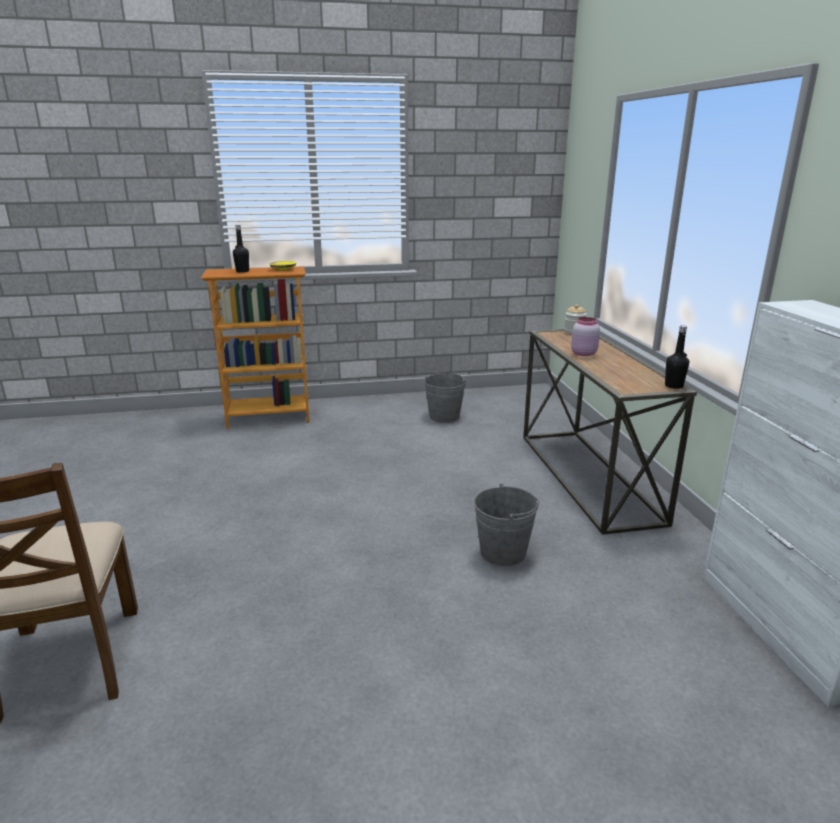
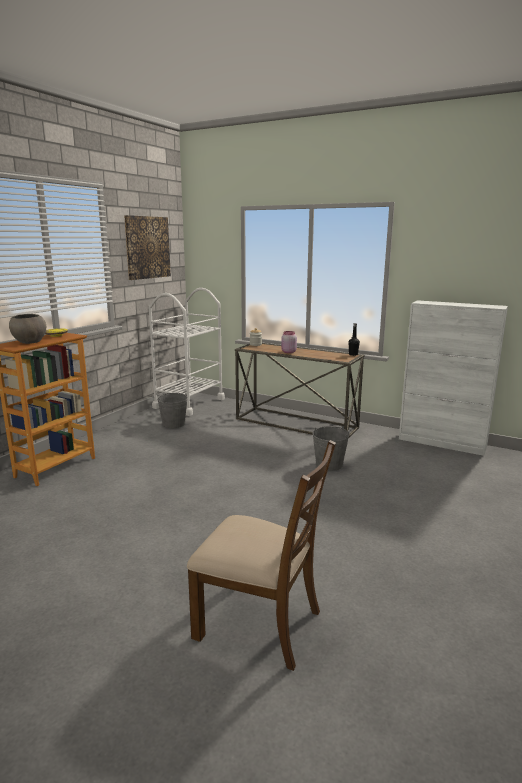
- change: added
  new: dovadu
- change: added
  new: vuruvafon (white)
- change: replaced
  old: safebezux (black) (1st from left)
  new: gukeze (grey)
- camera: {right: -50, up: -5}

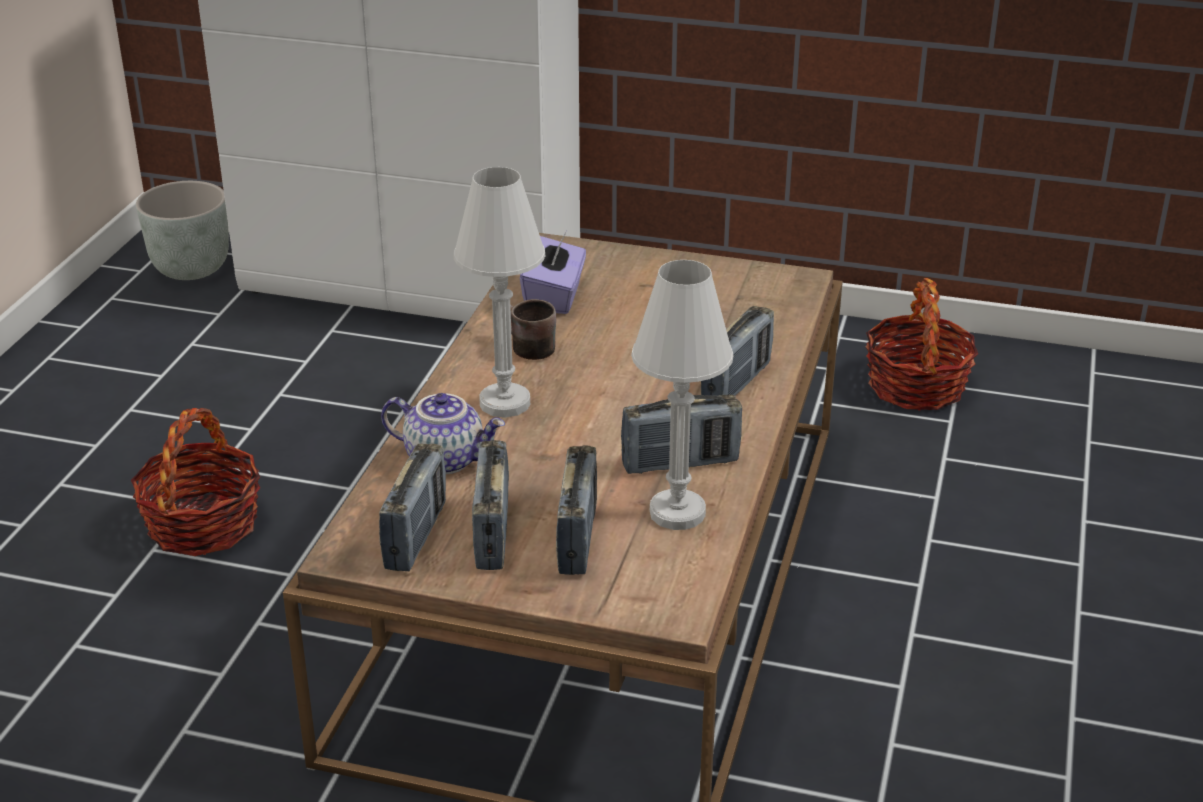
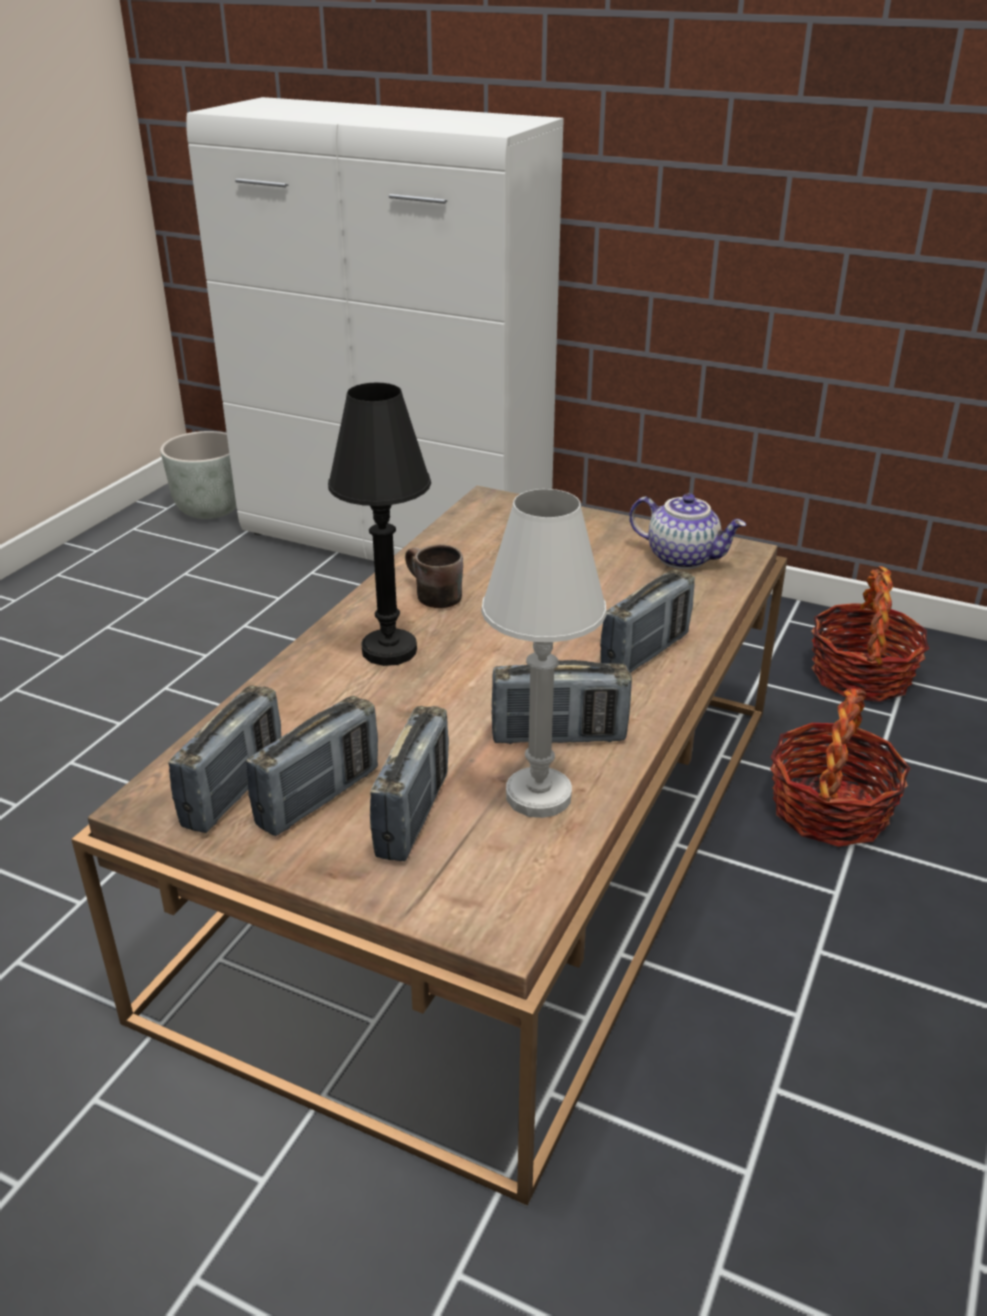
- change: removed
  old: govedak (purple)
- change: moved
  old: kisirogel (1st from left)
- change: moved
  old: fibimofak
- change: recoloured
  old: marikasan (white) (1st from left)
  new: marikasan (black)
- change: turned
  old: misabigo (2nd from left)
  degrees: -150
- camera: {right: 10, up: 0}

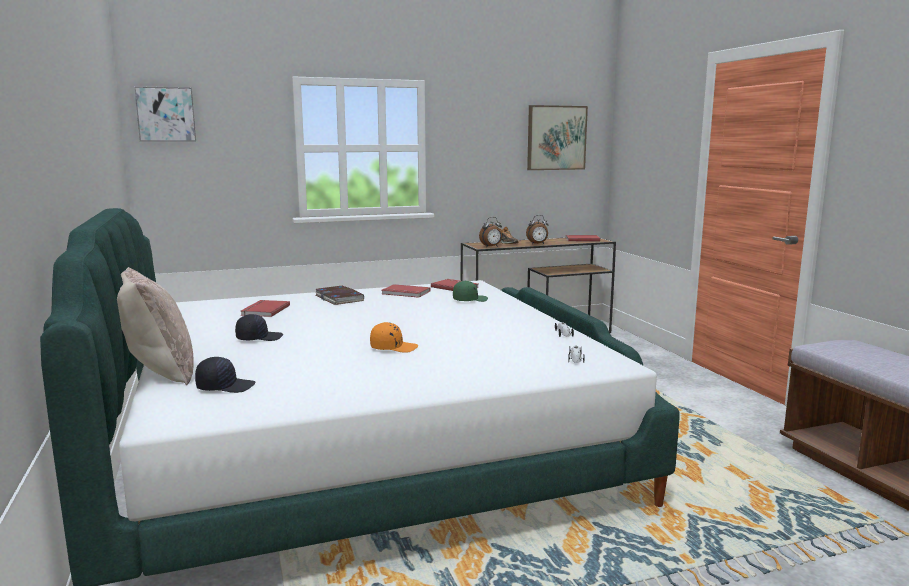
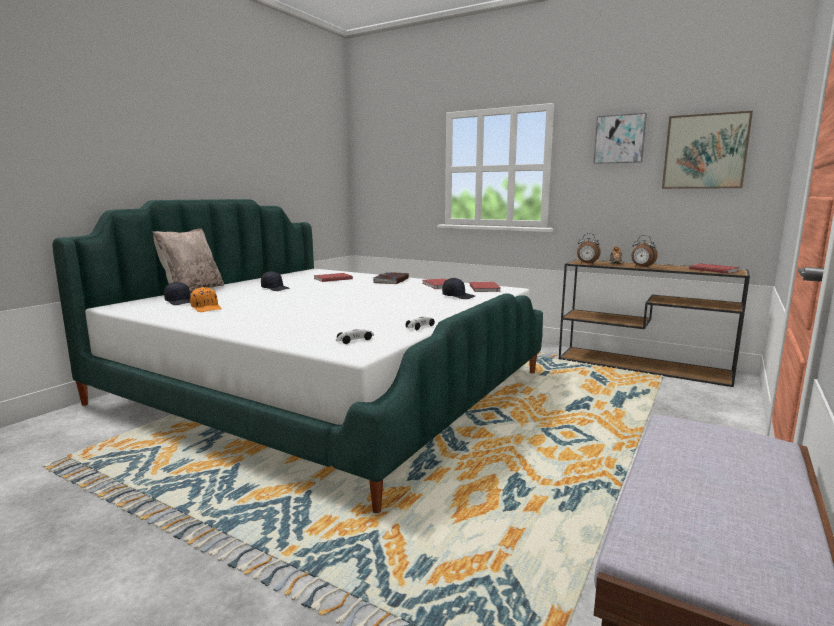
- change: moved
  old: dovadu (1st from left)
- change: moved
  old: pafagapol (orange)
- change: recoloured
  old: pafagapol (green)
  new: pafagapol (black) (3rd from left)
- camera: {right: 50, up: 0}

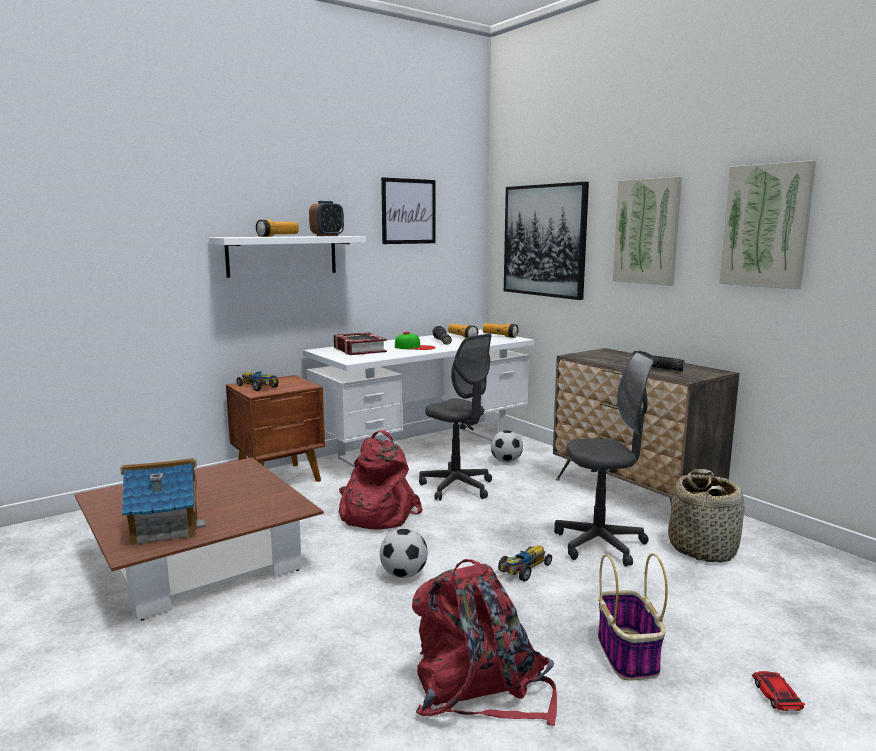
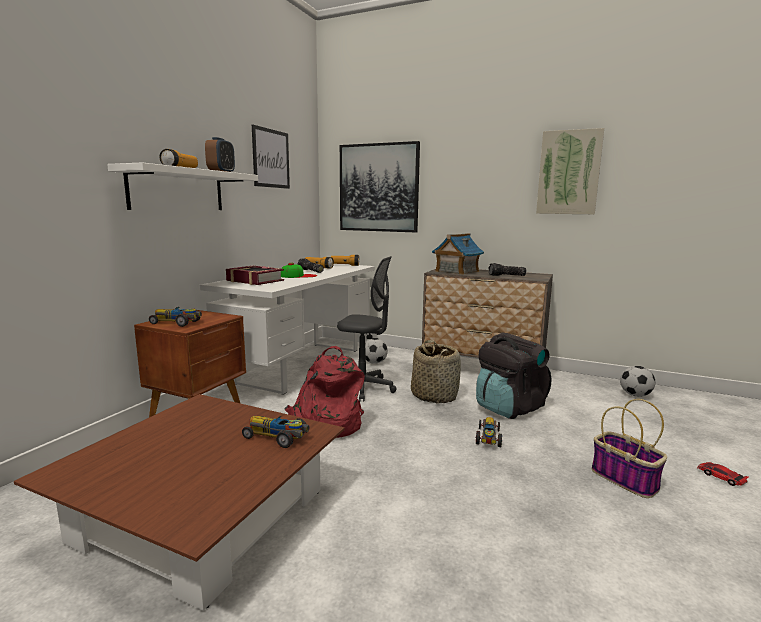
- change: removed
  old: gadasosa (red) (2nd from left)
- change: removed
  old: dovadu (3rd from left)
- change: added
  new: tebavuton (2nd from left)
- change: moved
  old: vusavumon
- change: moved
  old: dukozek (1st from left in the first image)
  new: dukozek (2nd from left)
- change: moved
  old: kisirogel (2nd from left in the first image)
  new: kisirogel (1st from left)
- change: replaced
  old: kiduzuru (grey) (2nd from left)
  new: gadasosa (black)
- camera: {right: -30, up: 0}

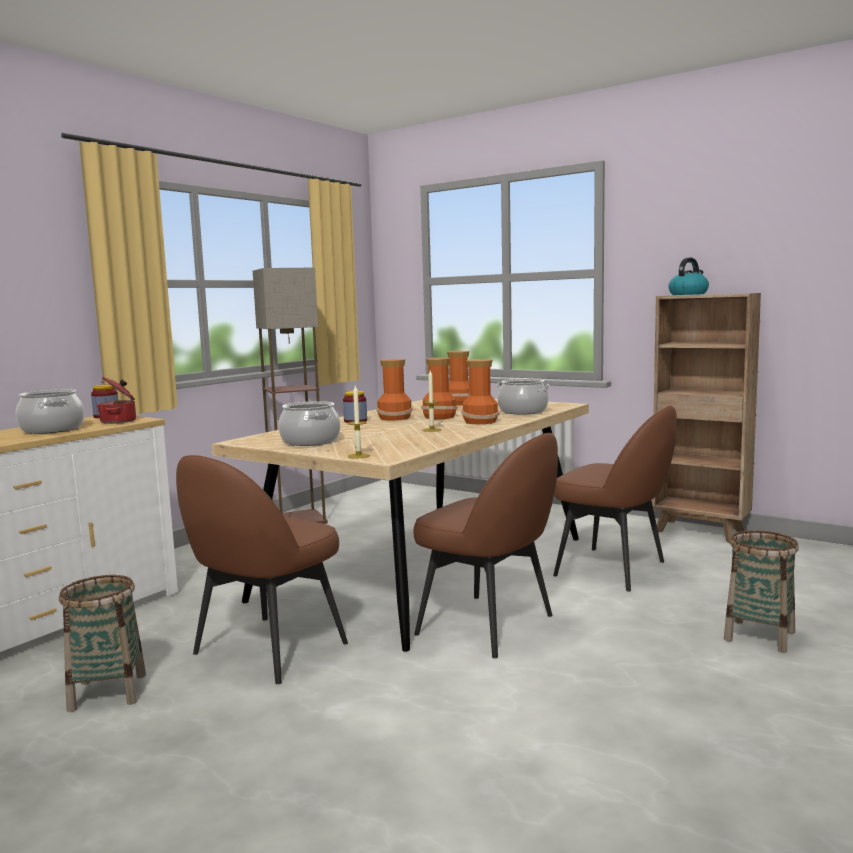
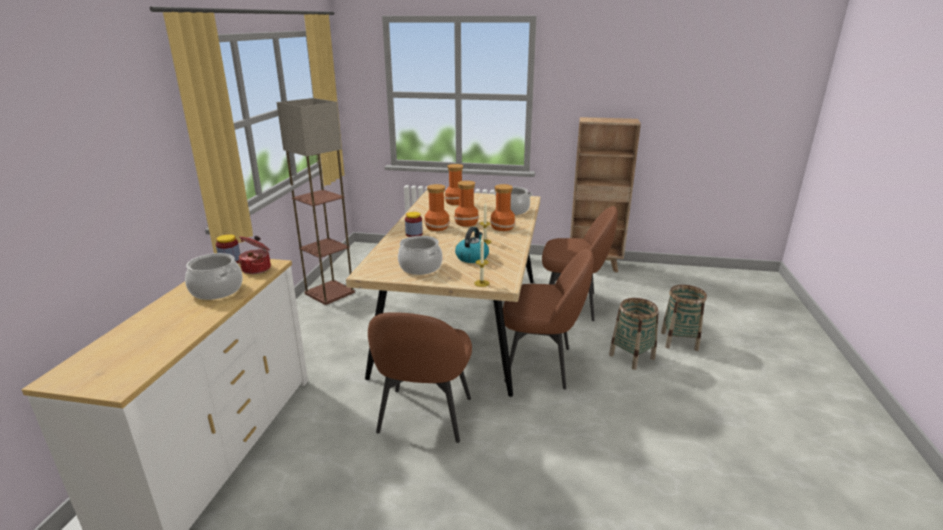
- change: moved
  old: kisirogel (1st from left)
- change: moved
  old: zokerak
- camera: {right: -25, up: 15}

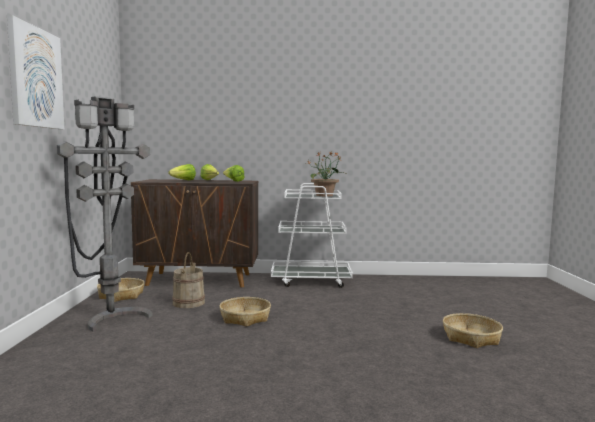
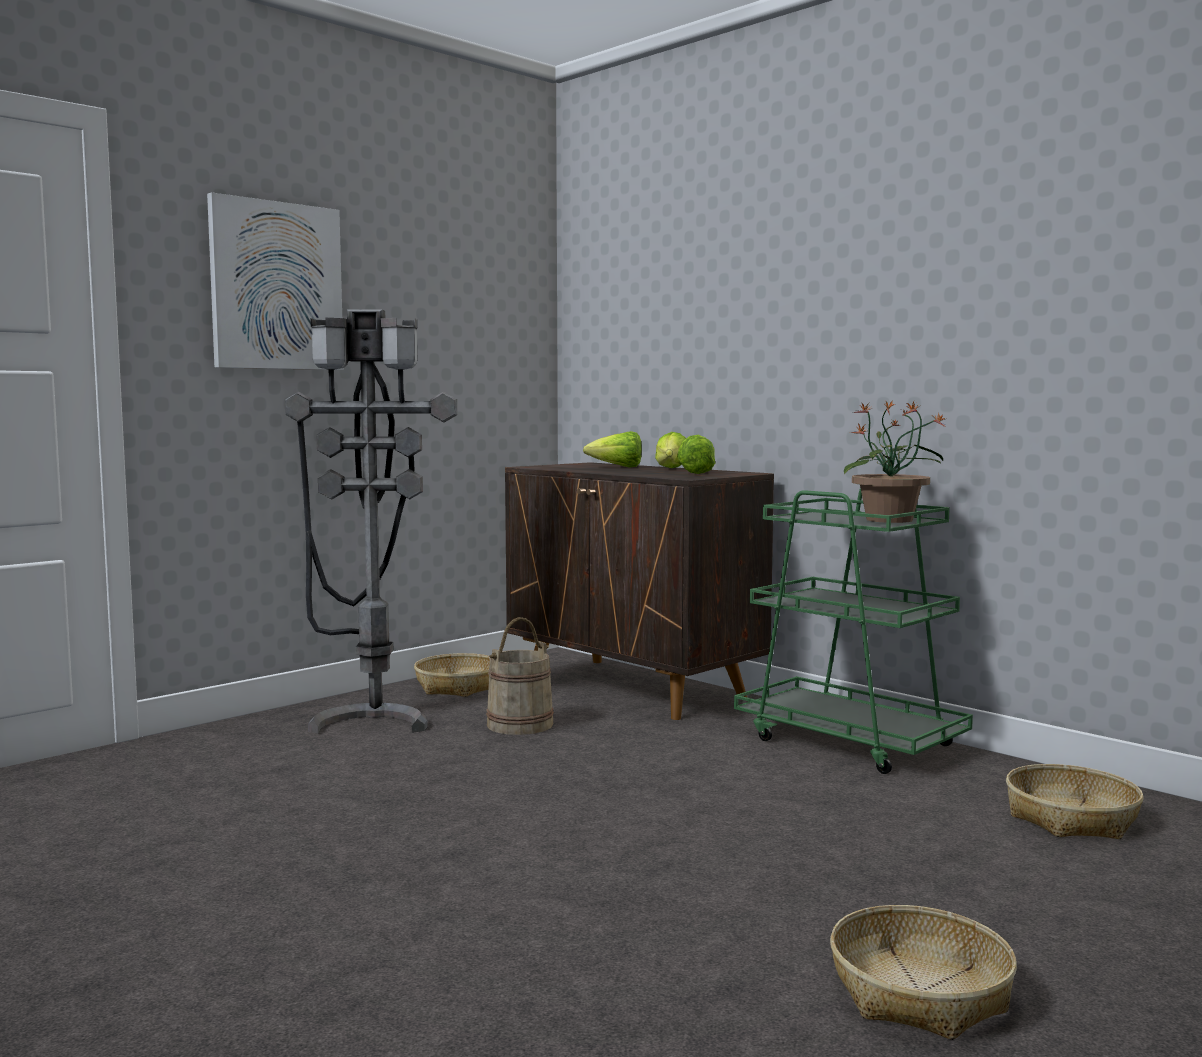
- change: moved
  old: kisirogel (2nd from left in the first image)
  new: kisirogel (3rd from left)
- change: recoloured
  old: vuruvafon (white)
  new: vuruvafon (green)
- camera: {right: 45, up: 0}

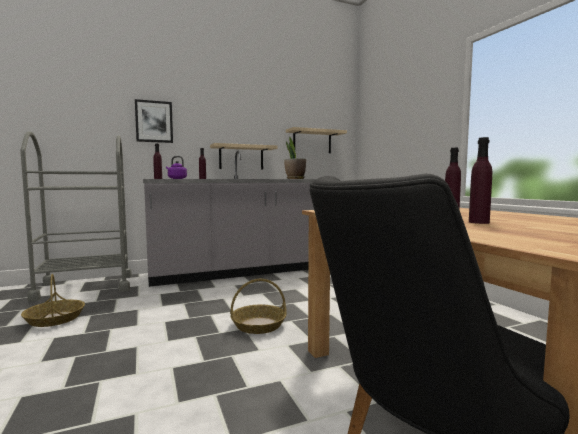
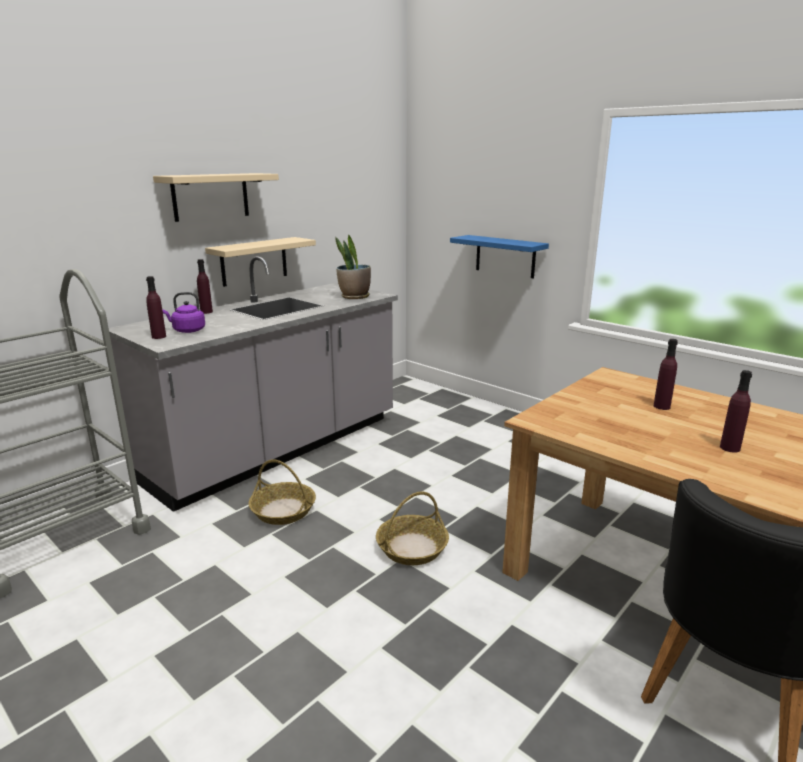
- change: removed
  old: dovadu
- change: added
  new: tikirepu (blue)
- change: moved
  old: kisirogel (1st from left)
- change: moved
  old: tikirepu (beige) (2nd from left in the first image)
  new: tikirepu (beige) (1st from left)
- camera: {right: -25, up: 15}

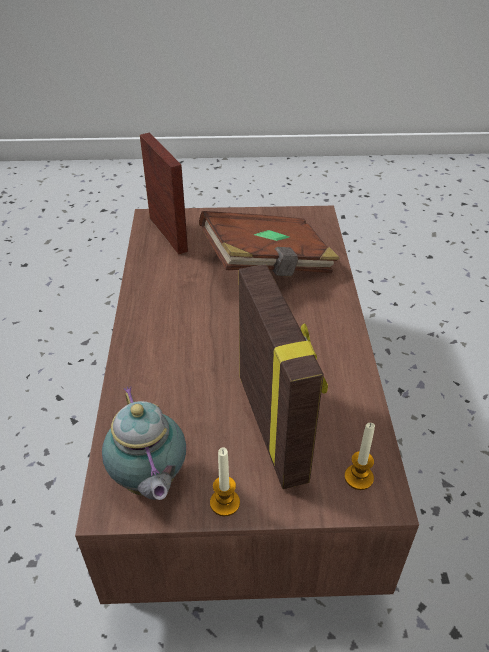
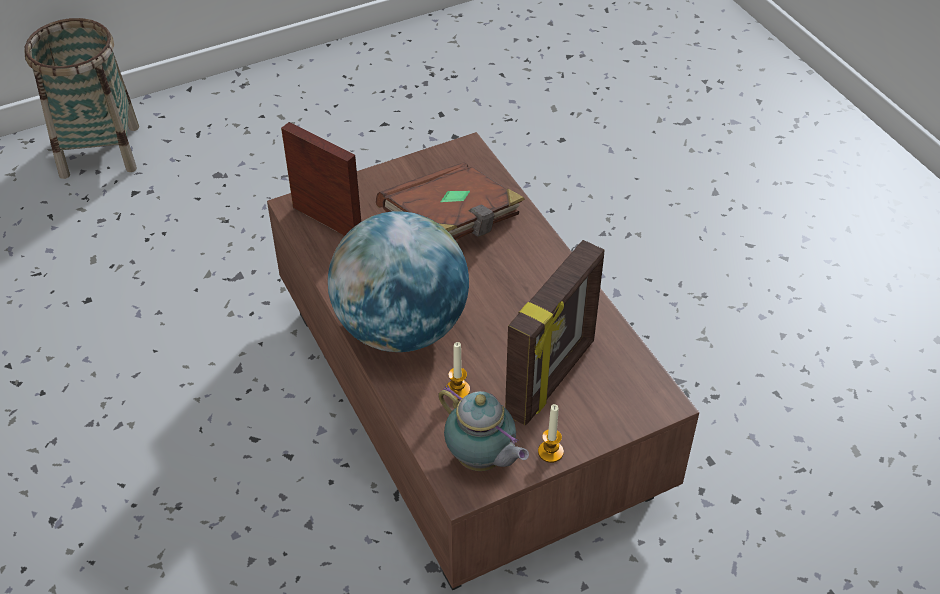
- change: added
  new: kisirogel
- change: added
  new: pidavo
- change: moved
  old: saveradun (2nd from left in the first image)
  new: saveradun (1st from left)
- change: turned
  old: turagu (2nd from left)
  degrees: 75
- camera: {right: -25, up: 5}

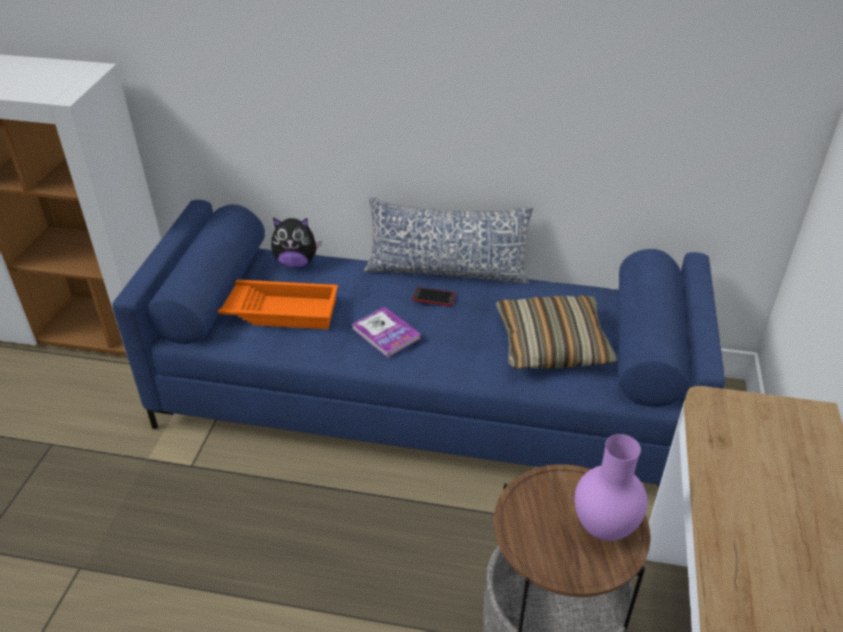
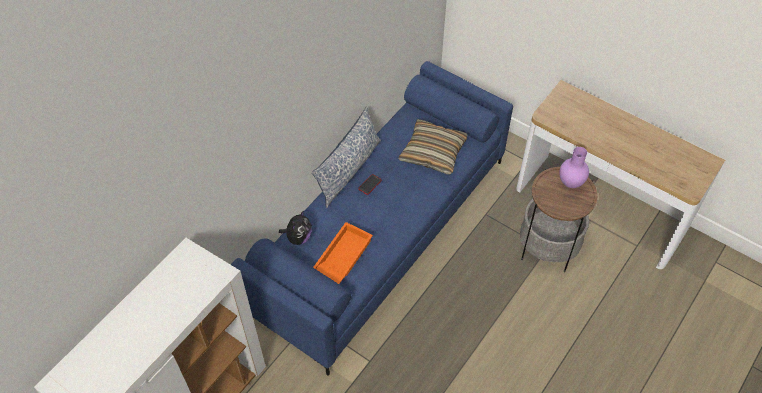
- change: removed
  old: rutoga
- camera: {right: -65, up: 15}

